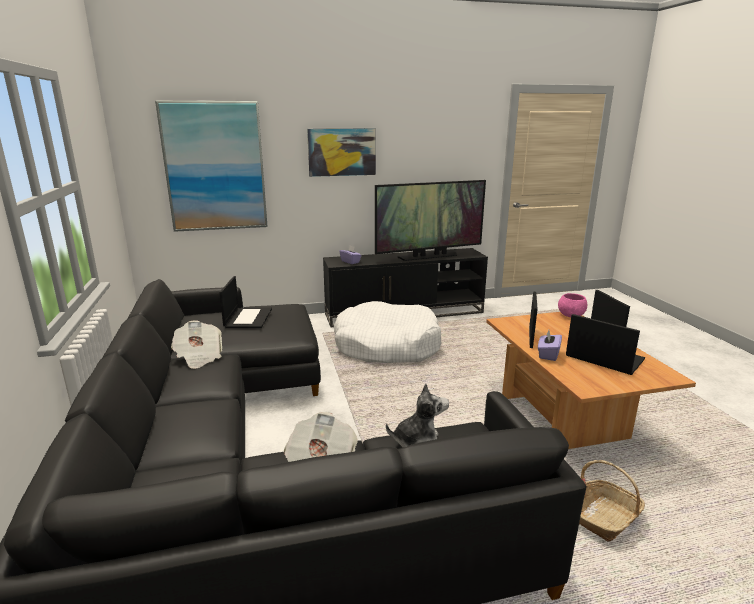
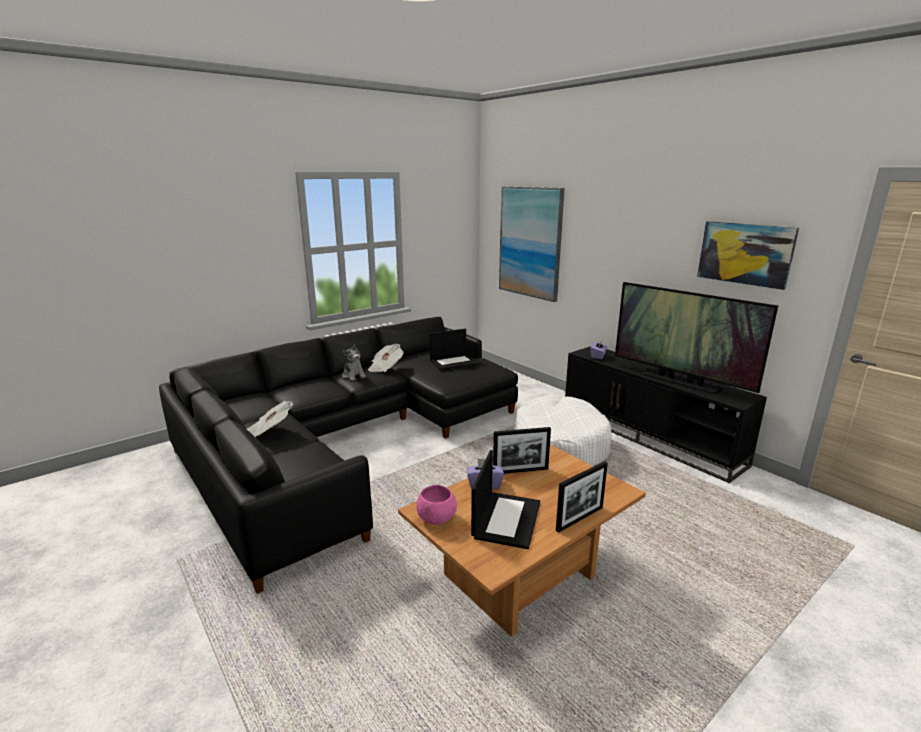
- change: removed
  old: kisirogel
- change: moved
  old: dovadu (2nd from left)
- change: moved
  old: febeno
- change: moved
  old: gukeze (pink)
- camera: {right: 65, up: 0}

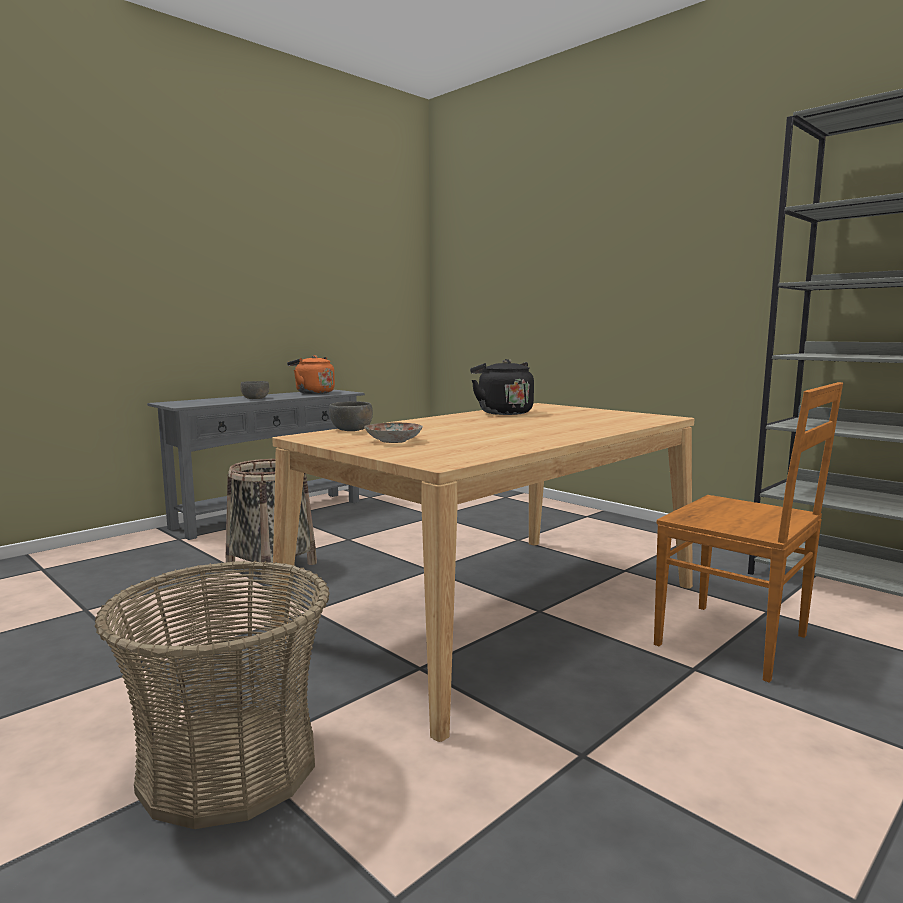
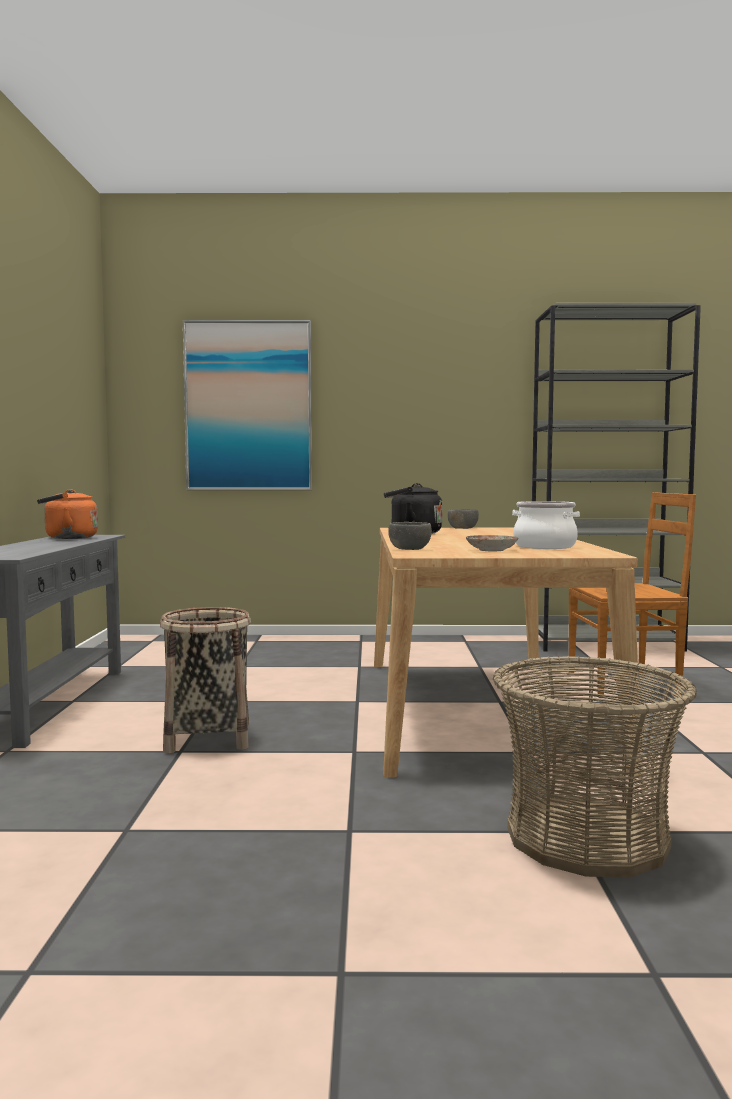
- change: added
  new: dovadu
- change: added
  new: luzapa
- change: moved
  old: gukeze (grey) (1st from left in the first image)
  new: gukeze (grey) (2nd from left)
- camera: {right: -45, up: -5}

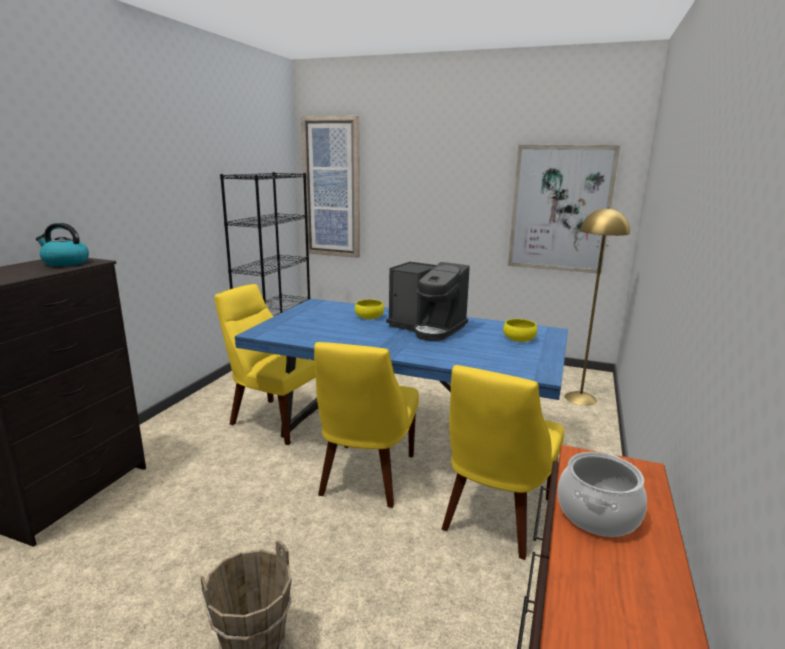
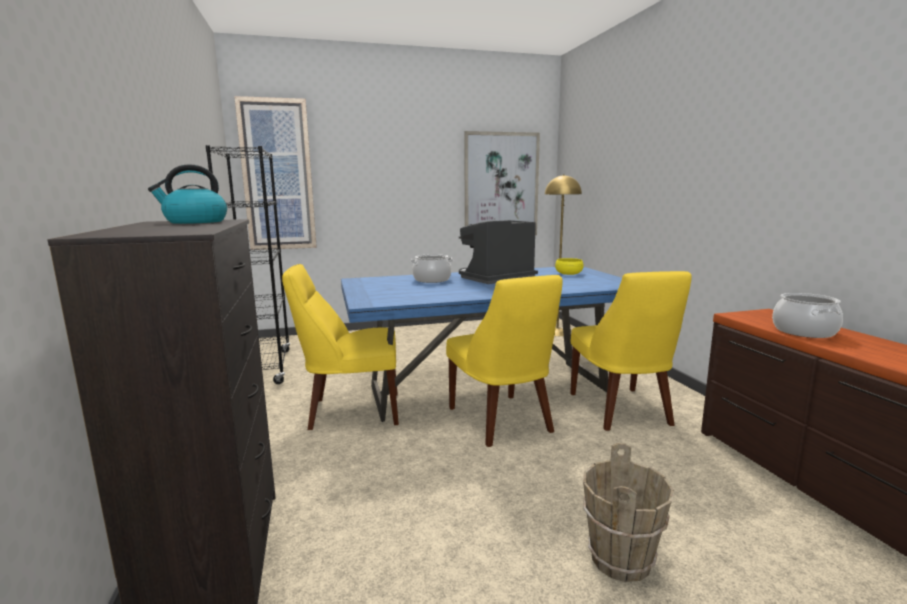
- change: replaced
  old: gukeze (yellow) (1st from left)
  new: luzapa (1st from left)
- change: turned
  old: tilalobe
  degrees: 150
- camera: {right: -35, up: -5}

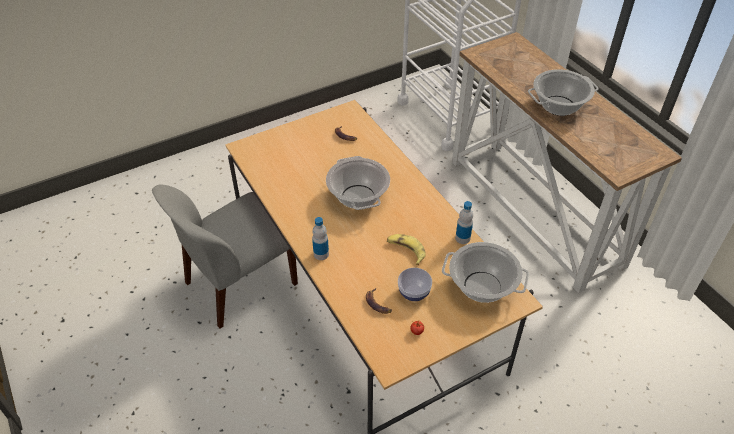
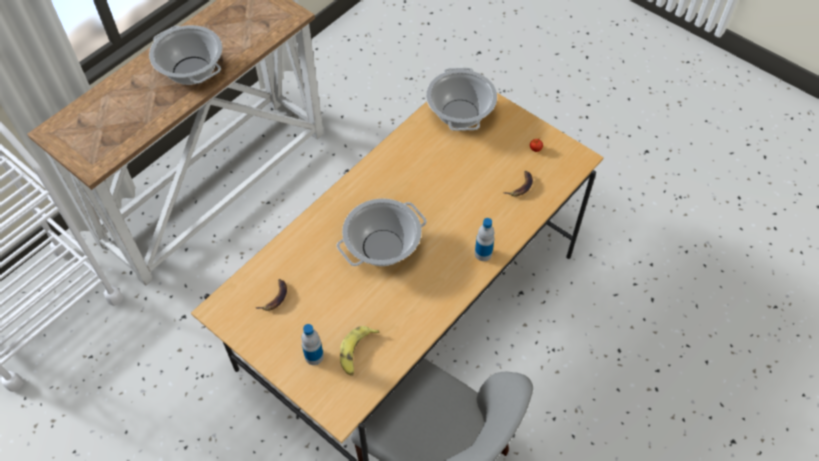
- change: removed
  old: gukeze
- change: moved
  old: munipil (3rd from left in the first image)
  new: munipil (2nd from left)
- change: moved
  old: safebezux (2nd from left in the first image)
  new: safebezux (1st from left)
- camera: {right: -110, up: 10}

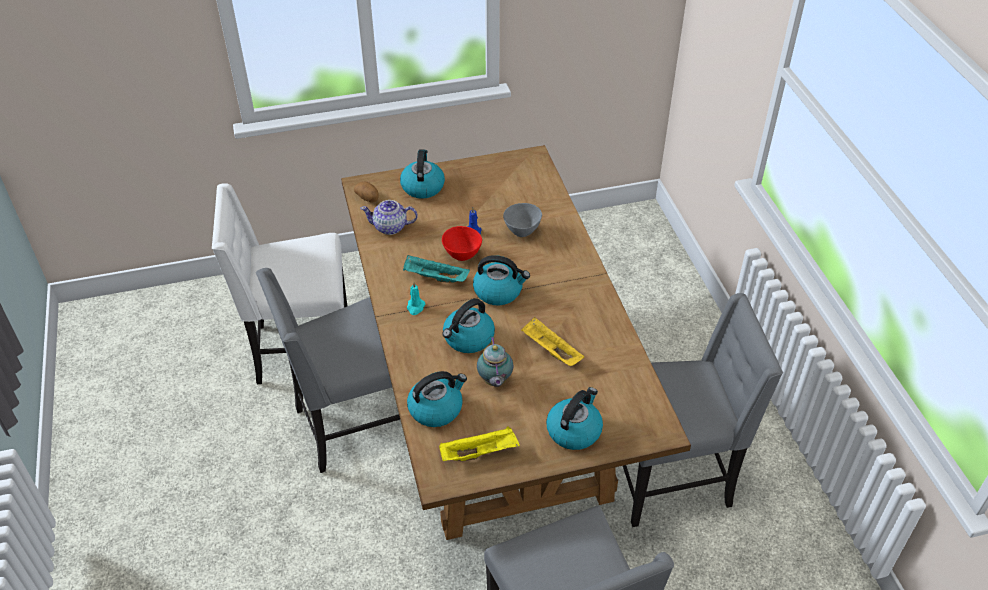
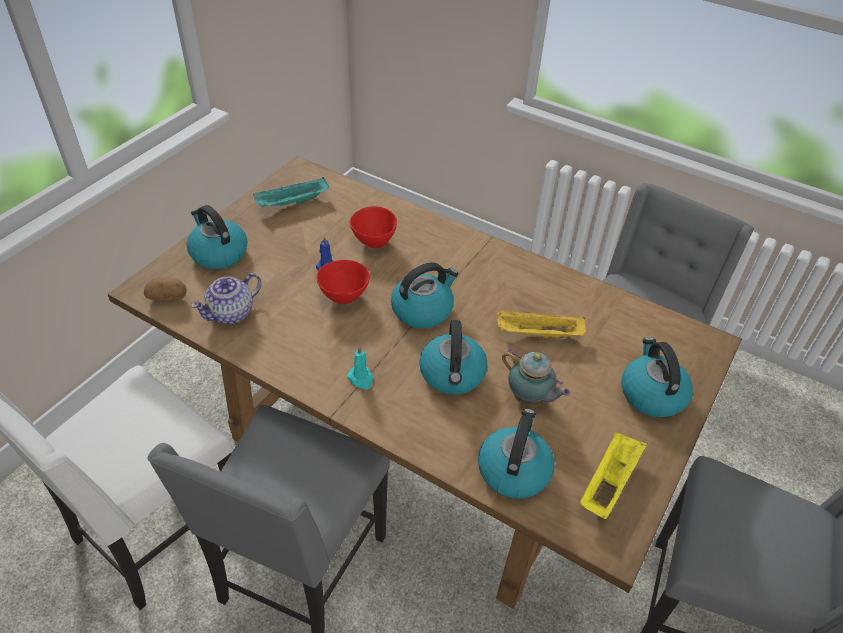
- change: moved
  old: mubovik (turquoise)
- change: recoloured
  old: gukeze (grey)
  new: gukeze (red) (2nd from left)
- camera: {right: -45, up: 0}

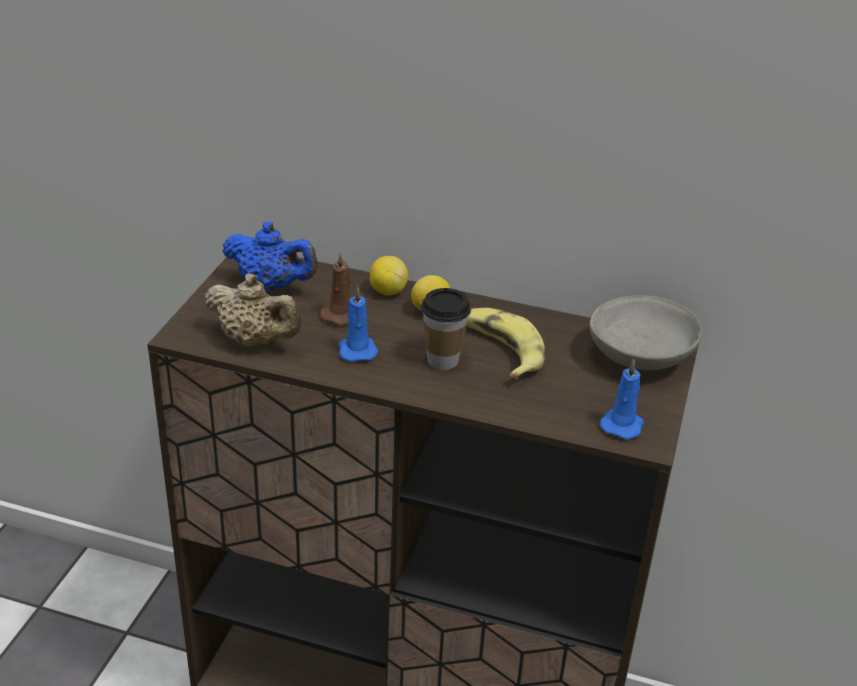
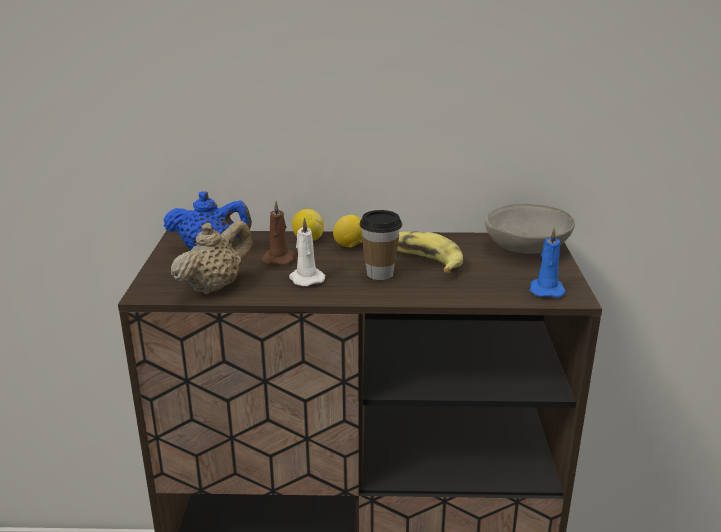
- change: recoloured
  old: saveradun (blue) (1st from left)
  new: saveradun (white)
- change: turned
  old: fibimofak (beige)
  degrees: -60
- camera: {right: -15, up: -10}

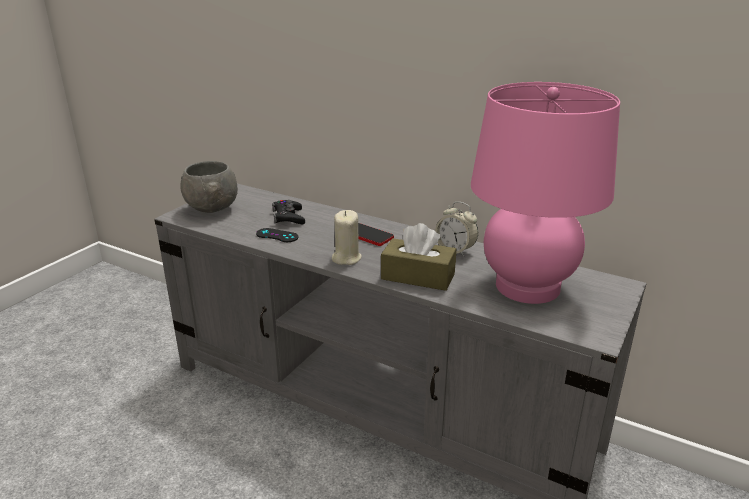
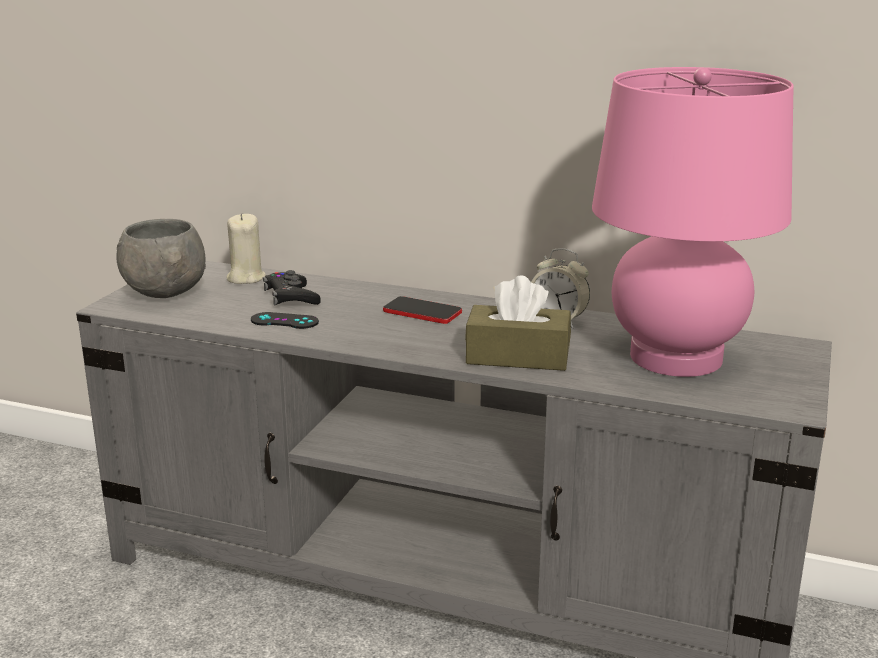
- change: moved
  old: saveradun (beige)
- camera: {right: -10, up: -5}

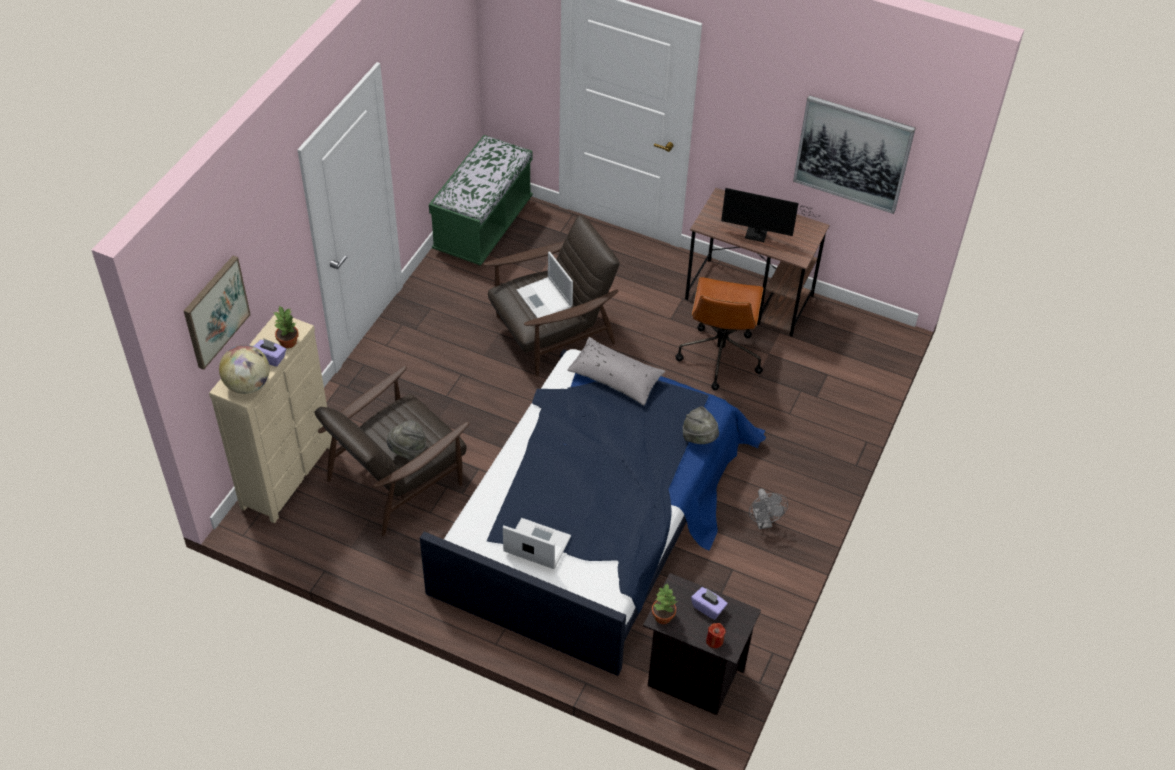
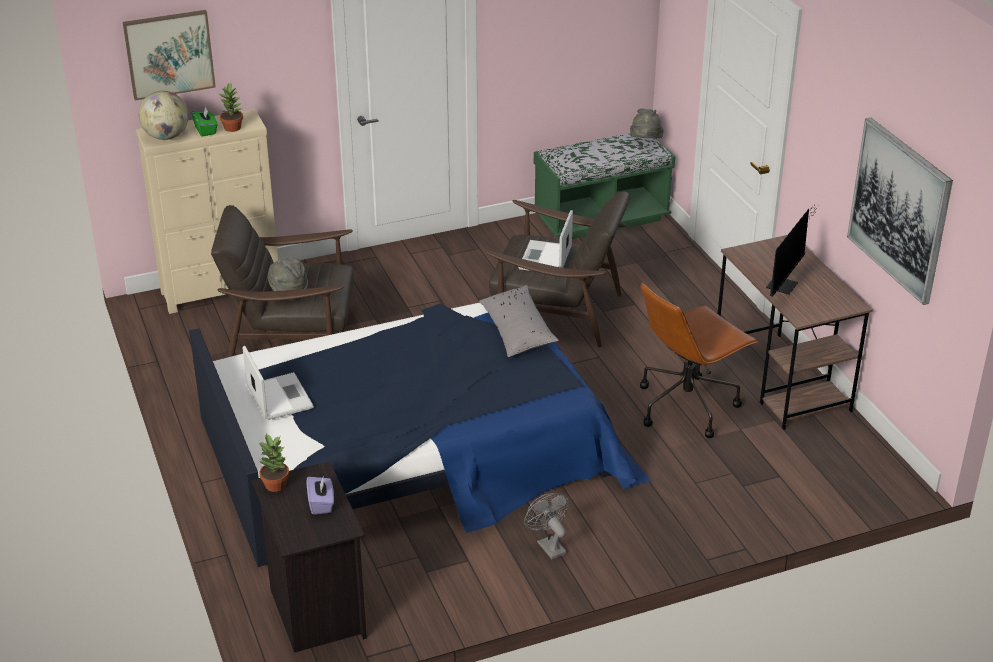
- change: removed
  old: saveradun (red)
- change: moved
  old: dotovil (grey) (2nd from left)
- change: recoloured
  old: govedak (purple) (1st from left)
  new: govedak (green)
- change: turned
  old: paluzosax
  degrees: -120
- change: turned
  old: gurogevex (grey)
  degrees: 120
- camera: {right: 45, up: -15}

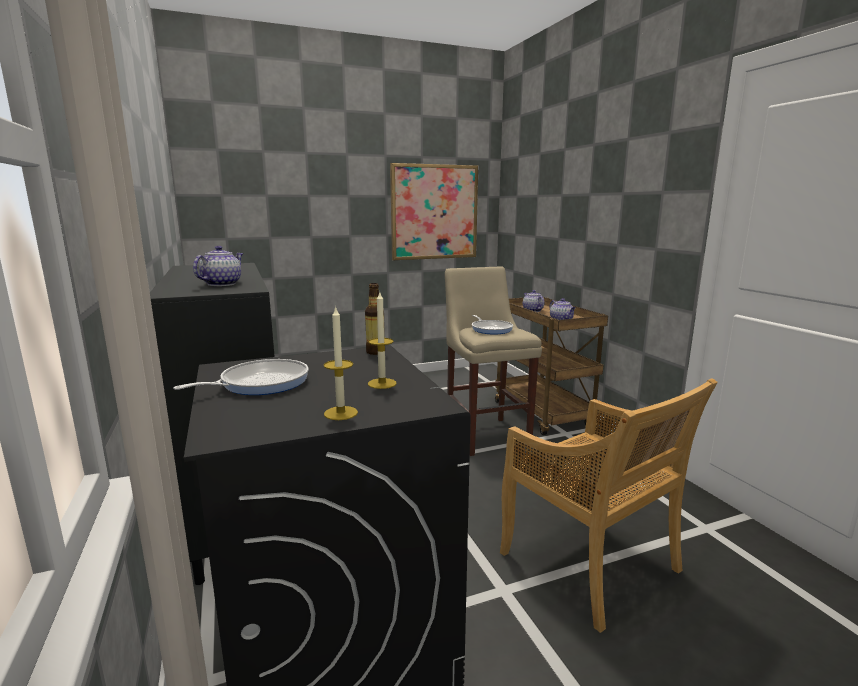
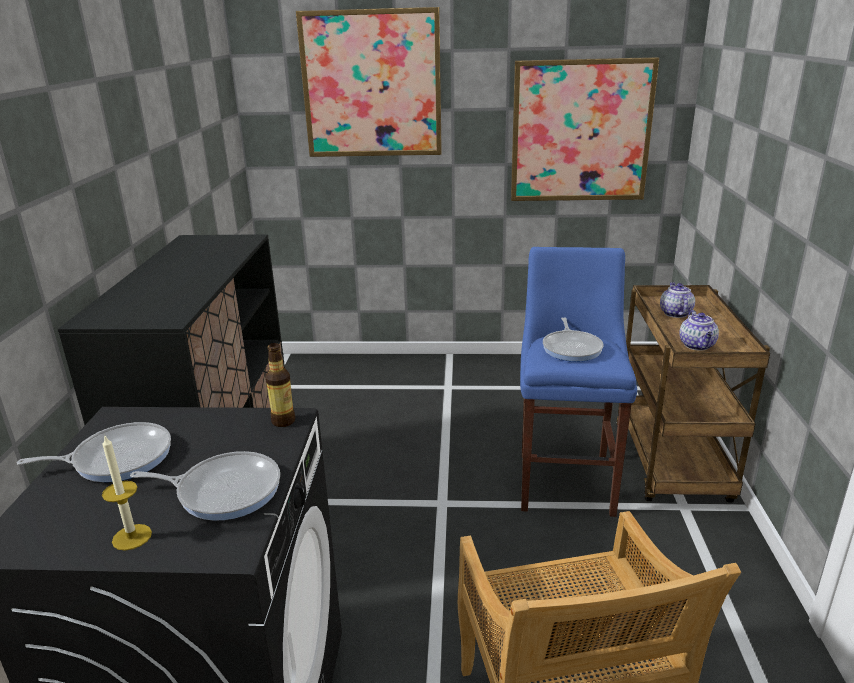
- change: removed
  old: fibimofak (1st from left)
- change: added
  new: dovadu (1st from left)
- change: replaced
  old: saveradun (2nd from left)
  new: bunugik (2nd from left)
- change: recoloured
  old: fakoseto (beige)
  new: fakoseto (blue)
- camera: {right: 25, up: 10}

